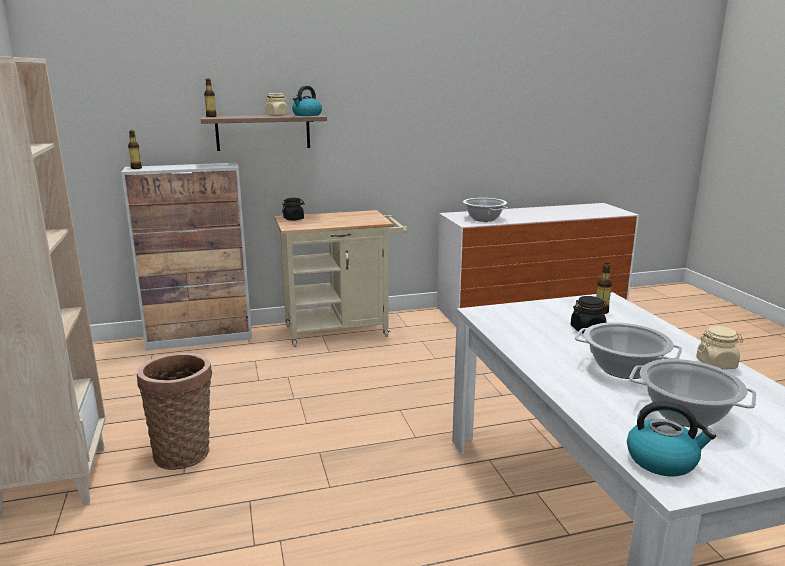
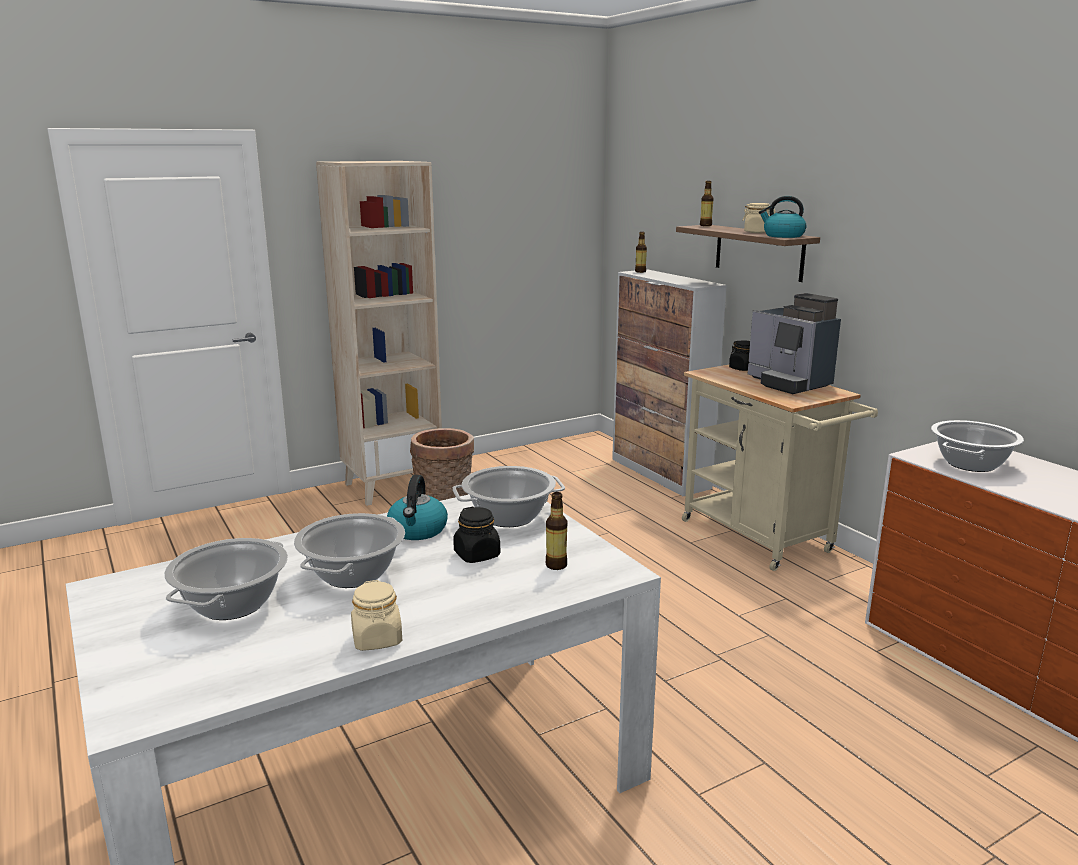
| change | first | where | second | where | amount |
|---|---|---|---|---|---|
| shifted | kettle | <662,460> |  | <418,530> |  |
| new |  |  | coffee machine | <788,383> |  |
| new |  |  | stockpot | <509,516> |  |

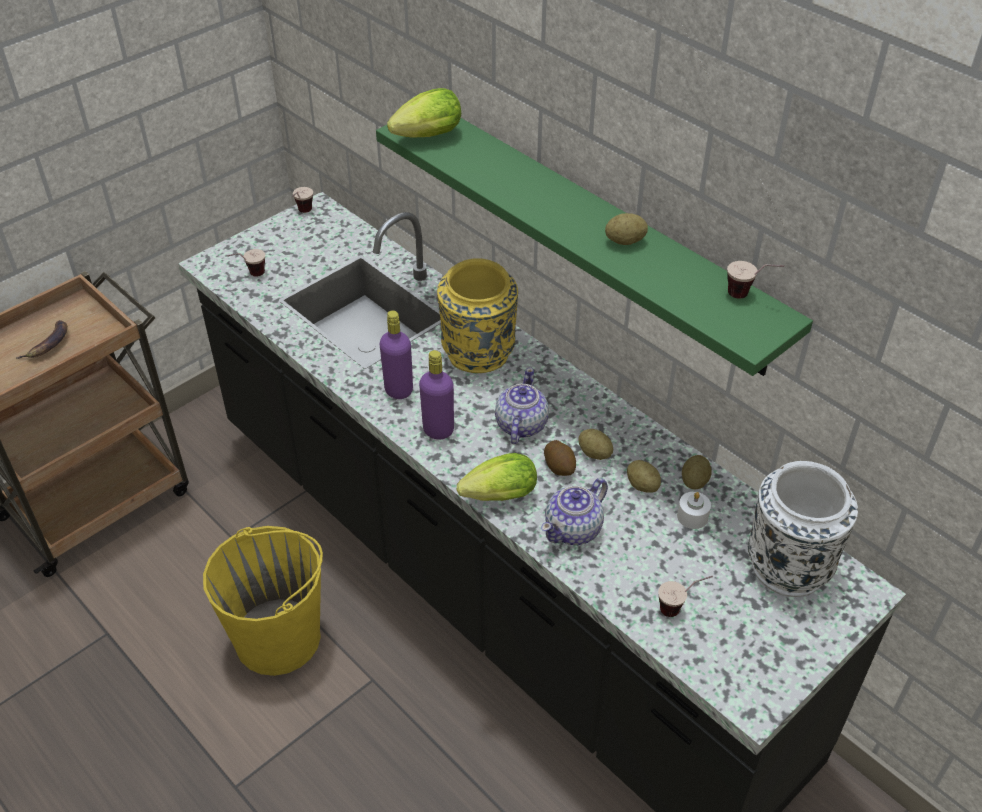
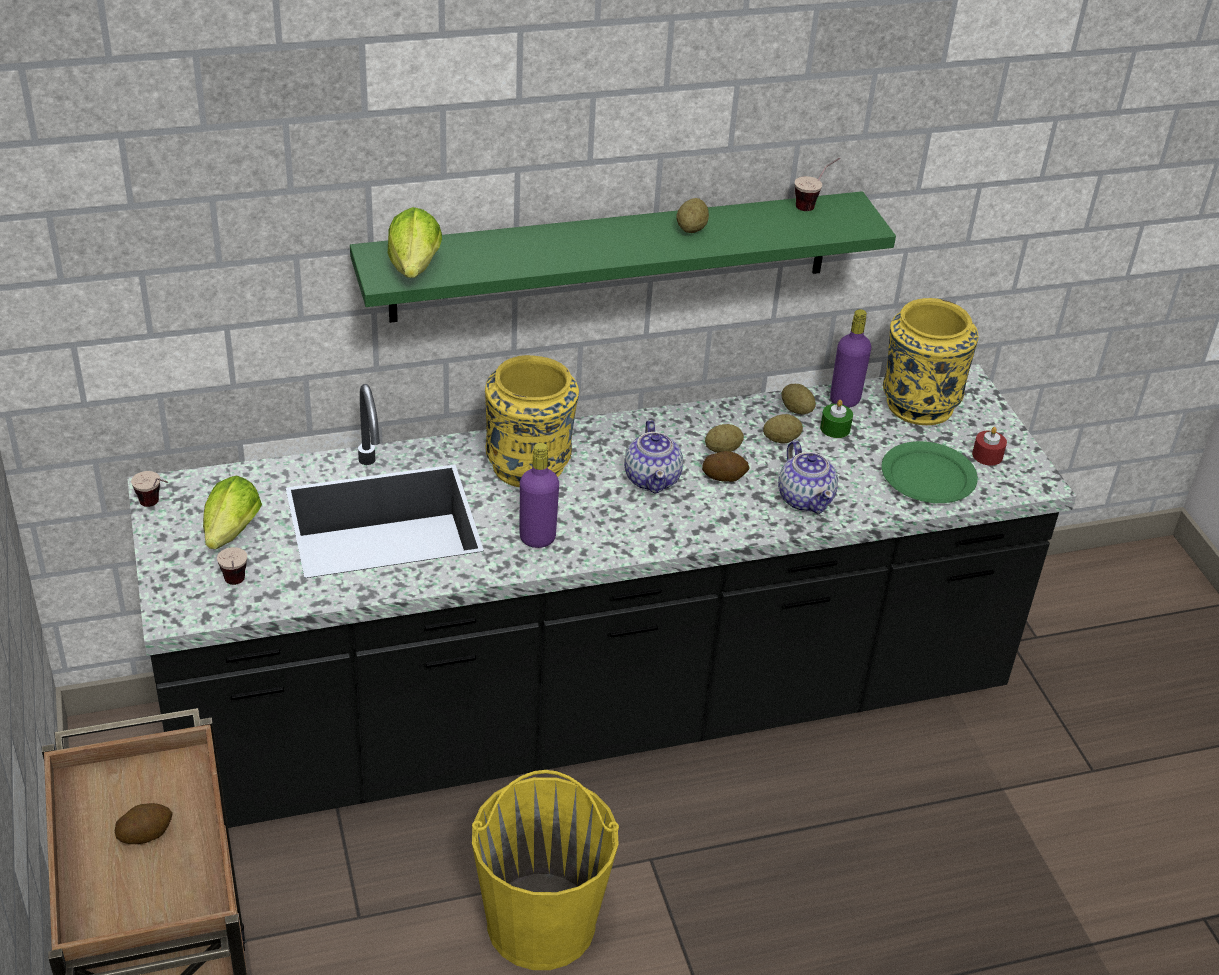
| change | first | where | second | where | amount |
|---|---|---|---|---|---|
| swapped | banana | <48,344> | spud | <145,833> |  |
| shifted | bottle (purple-coloured) | <438,430> |  | <844,400> |  |
| rotated | pot for tea | <520,425> |  | <652,478> | 135 degrees counterclockwise |
| shifted | lettuce | <496,497> |  | <229,536> |  |
| repainted | vase (white-coloured) | <788,565> | vase (yellow) | <918,404> |  |
| repainted | wax candle (white-coloured) | <692,516> | wax candle (green) | <835,428> |  |
| swapped | small cup | <681,607> | dinner plate (green) | <927,477> |  |
| new |  |  | wax candle (red-coloured) | <987,455> |  |

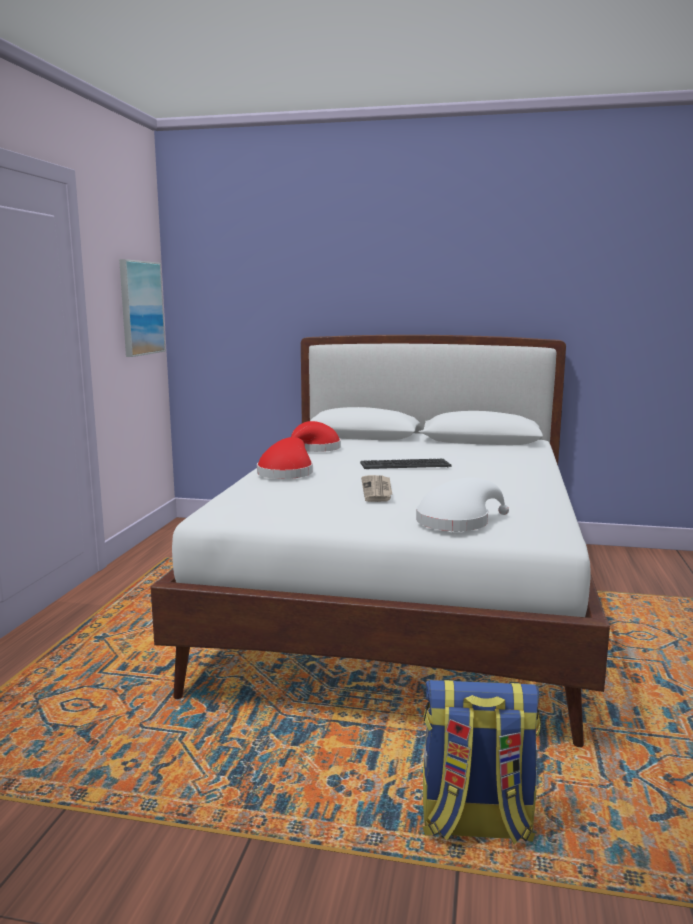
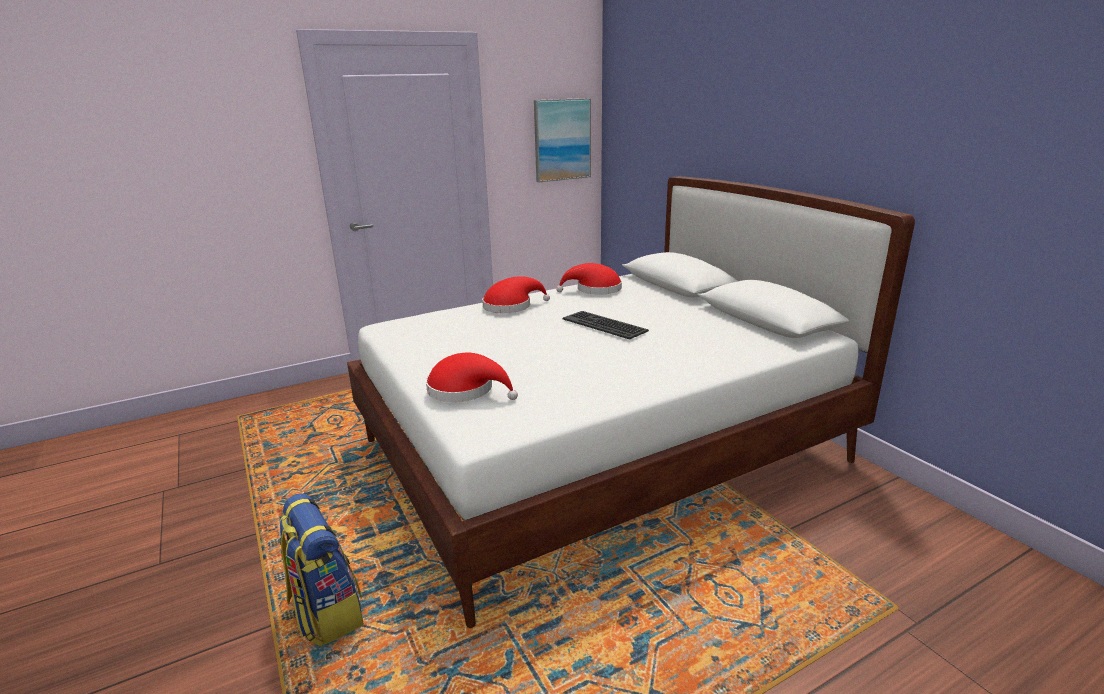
| change | first | where | second | where | amount |
|---|---|---|---|---|---|
| gone | daily paper | <377,490> |  |  |  |
| repainted | hat (white-coloured) | <457,522> | hat (red-coloured) | <466,390> |  |

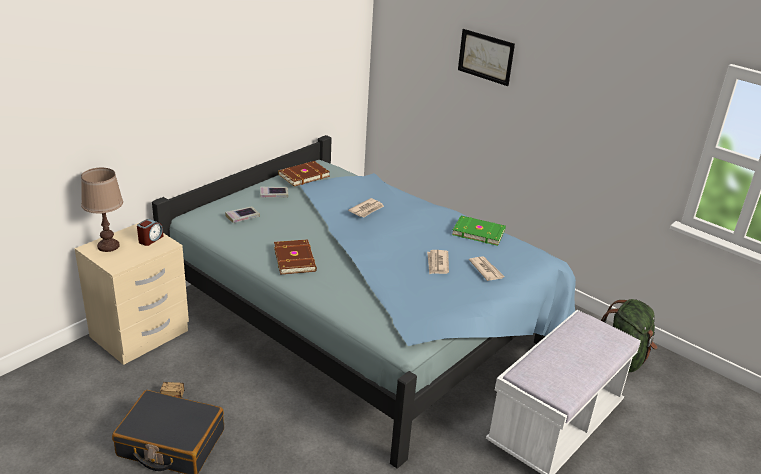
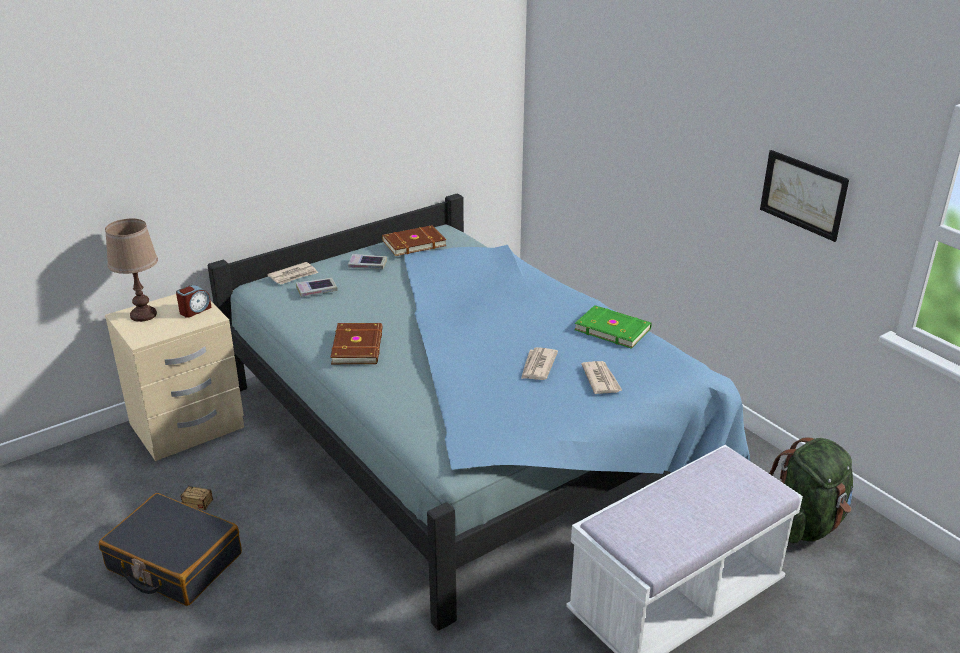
| change | first | where | second | where | amount |
|---|---|---|---|---|---|
| shifted | wall art | <485,57> |  | <803,194> |  |
| shifted | daily paper | <367,209> |  | <293,275> |  |

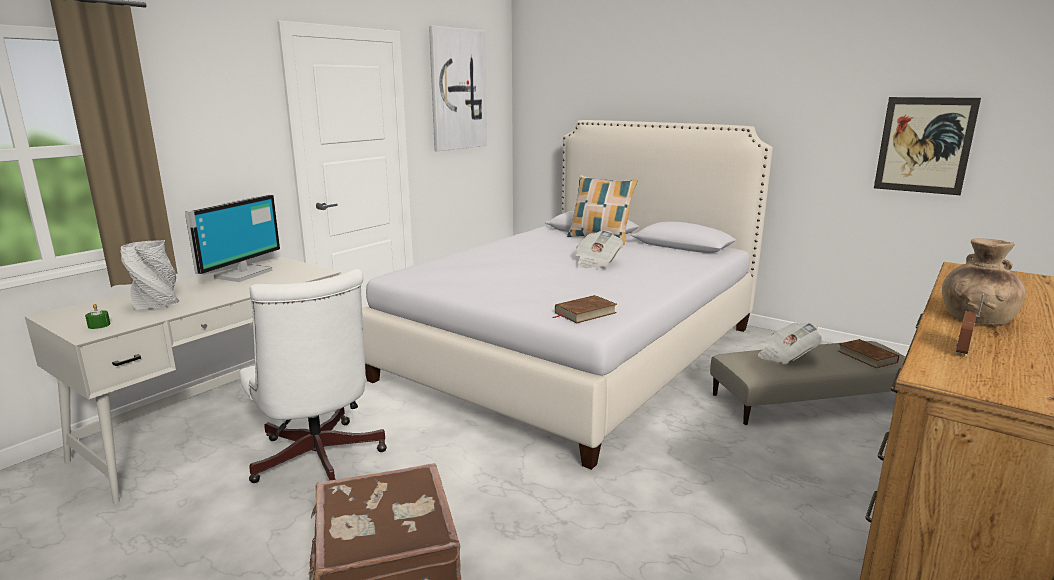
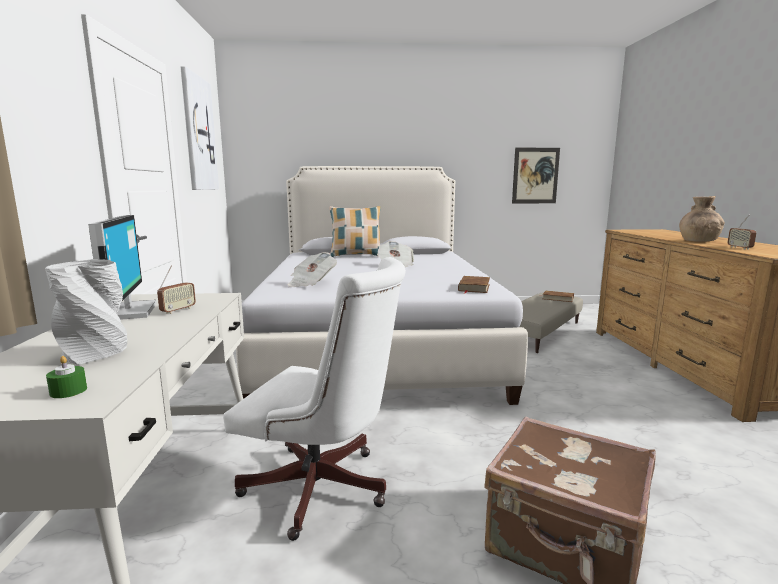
| change | first | where | second | where | amount |
|---|---|---|---|---|---|
| shifted | daily paper | <786,356> |  | <311,283> |  |
| new |  |  | radio set | <178,310> |  |

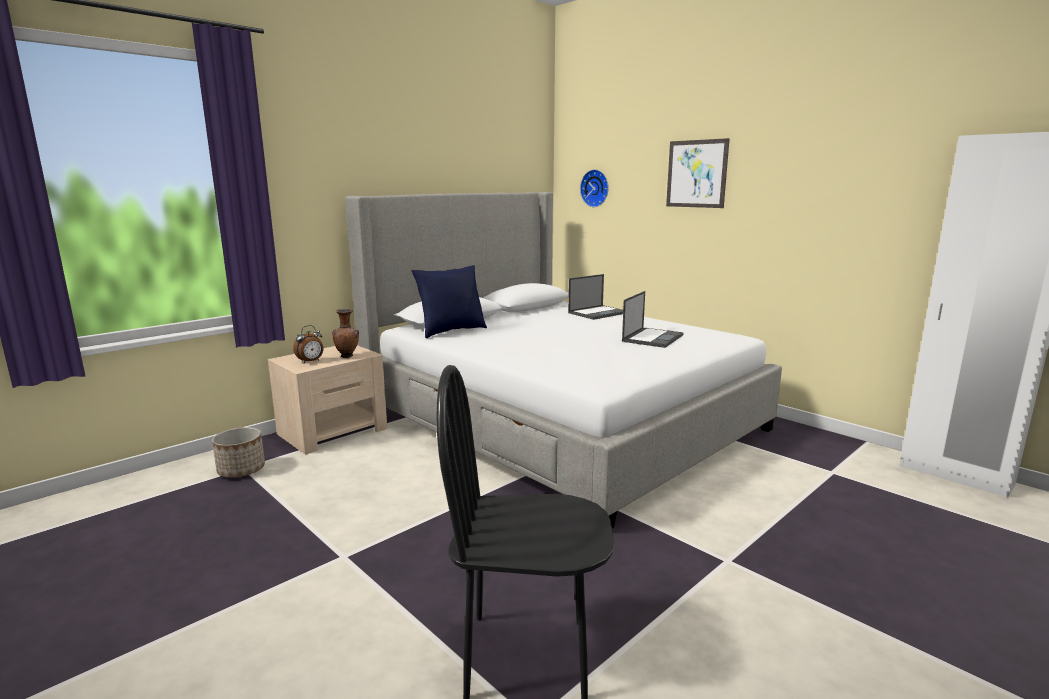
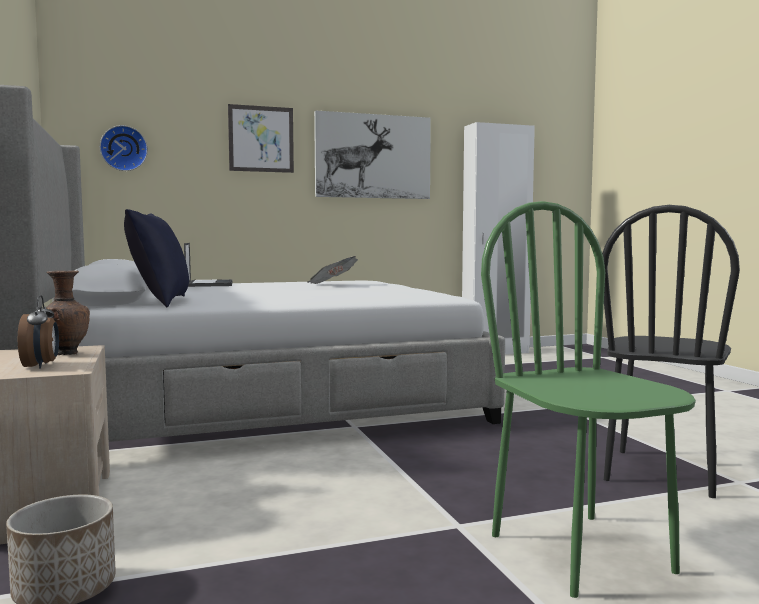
| change | first | where | second | where | amount |
|---|---|---|---|---|---|
| swapped | notebook computer | <653,338> | daily paper | <332,285> |  |
| new |  |  | wall art | <373,156> |  |
| new |  |  | plain chair (green) | <581,552> |  |

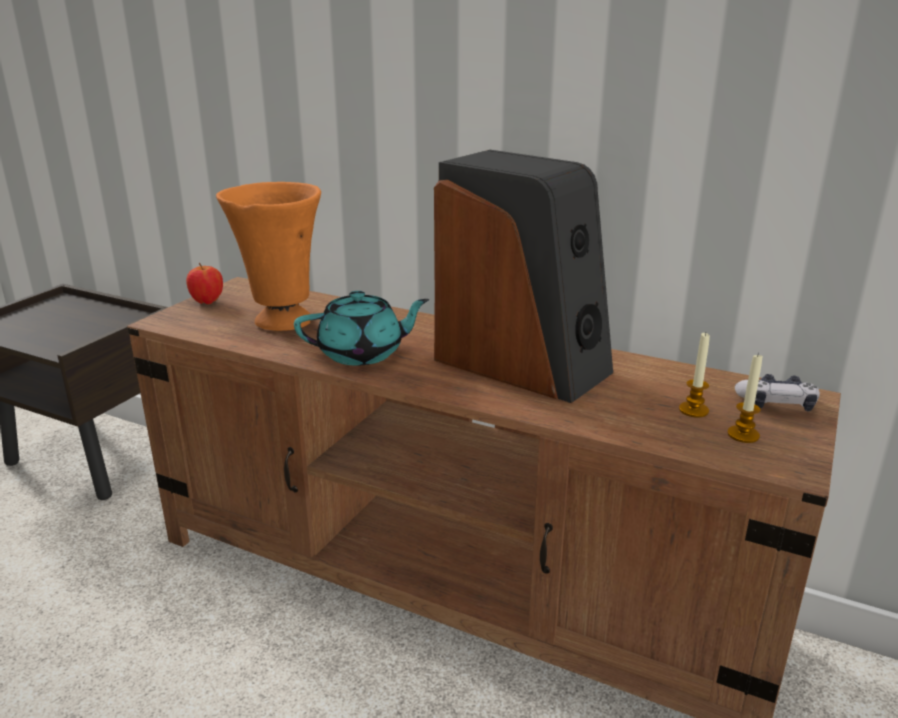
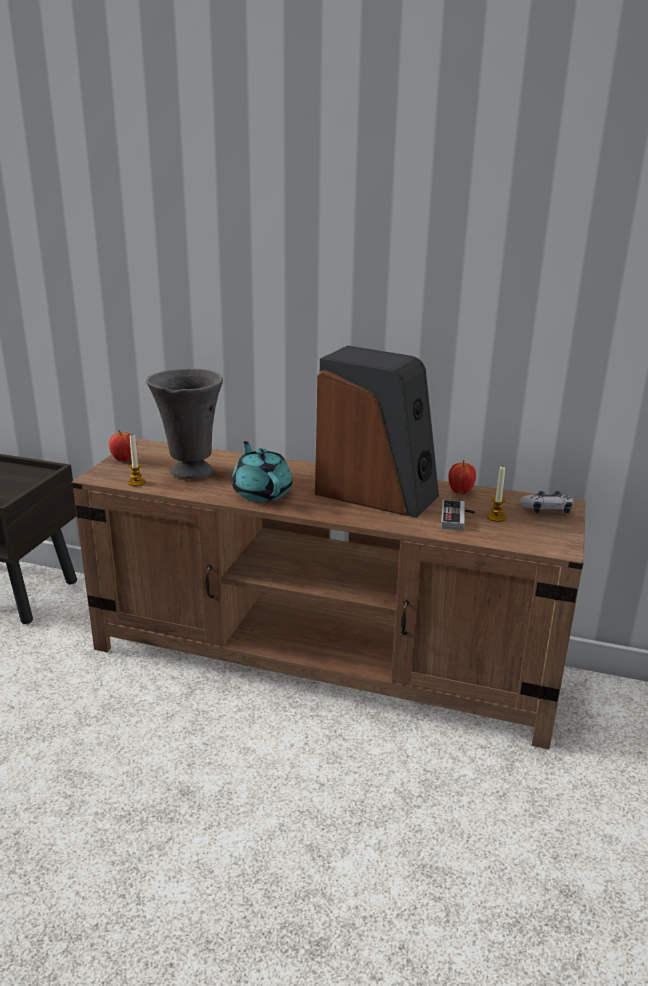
| change | first | where | second | where | amount |
|---|---|---|---|---|---|
| repainted | vase (orange) | <281,321> | vase (greyish) | <189,472> |  |
| rotated | pot for tea (turquoise-coloured) | <362,353> |  | <262,492> | 90 degrees counterclockwise |
| shifted | wax candle | <743,435> |  | <136,482> |  |
| new |  |  | whole apple | <460,492> |  |
| new |  |  | joypad | <458,518> |  |

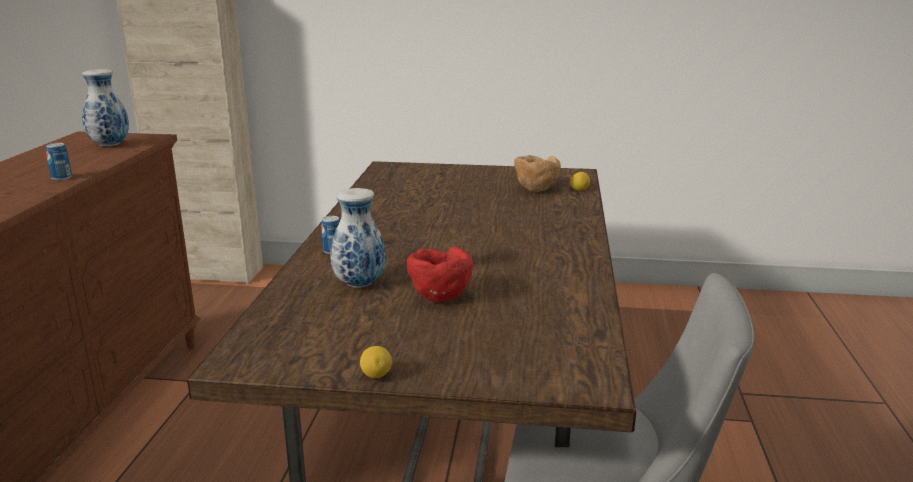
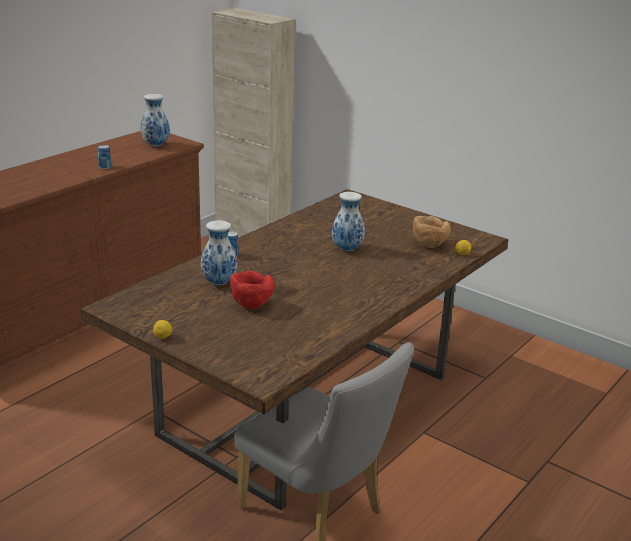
| change | first | where | second | where | amount |
|---|---|---|---|---|---|
| new |  |  | vase | <347,249> |  |

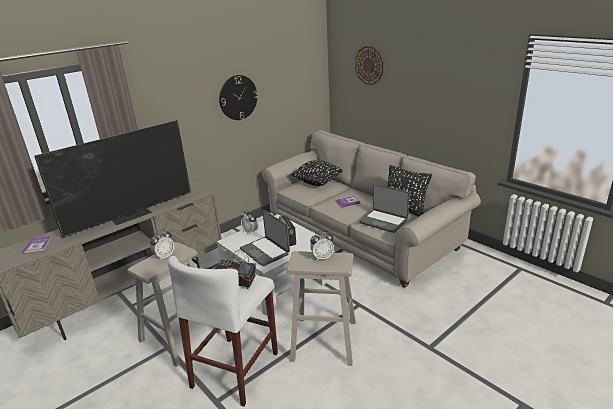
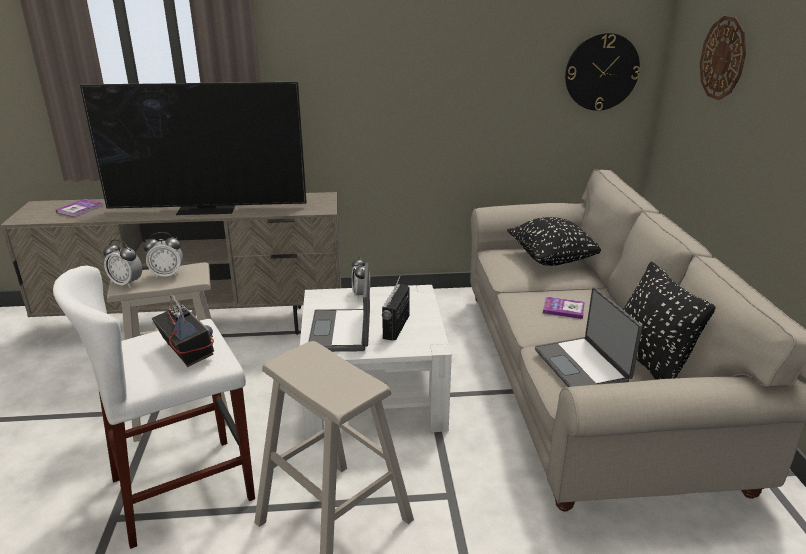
| change | first | where | second | where | amount |
|---|---|---|---|---|---|
| shifted | clock on the wall | <238,97> |  | <601,72> |  |
| shifted | table clock | <322,257> |  | <126,283> |  |

